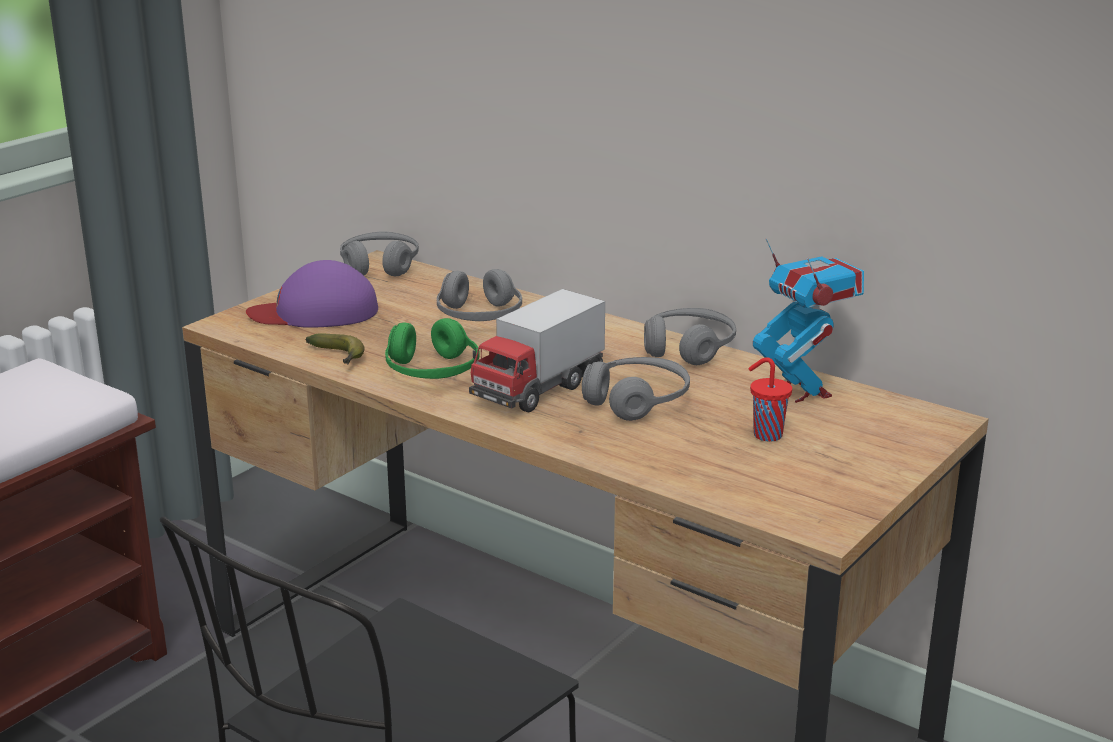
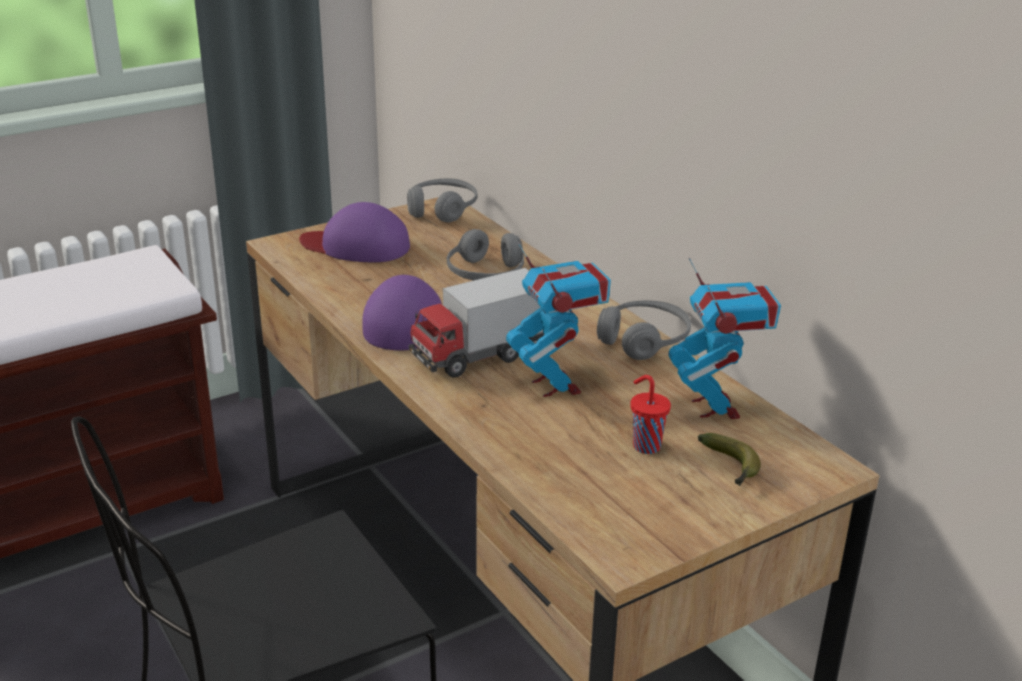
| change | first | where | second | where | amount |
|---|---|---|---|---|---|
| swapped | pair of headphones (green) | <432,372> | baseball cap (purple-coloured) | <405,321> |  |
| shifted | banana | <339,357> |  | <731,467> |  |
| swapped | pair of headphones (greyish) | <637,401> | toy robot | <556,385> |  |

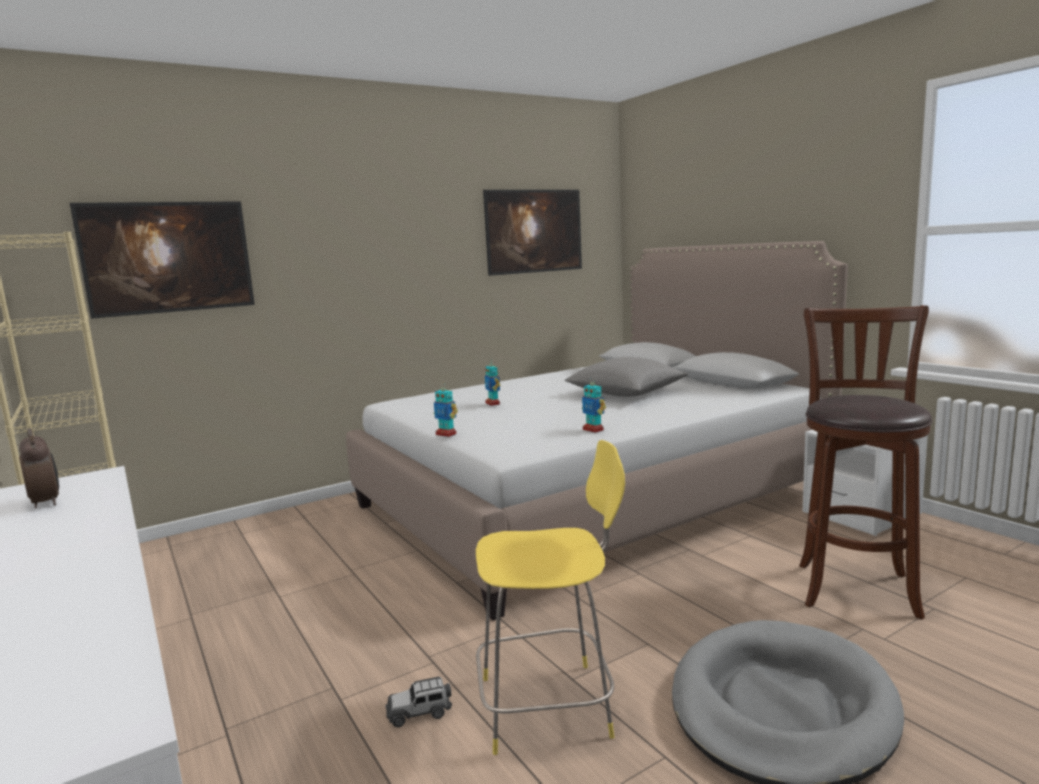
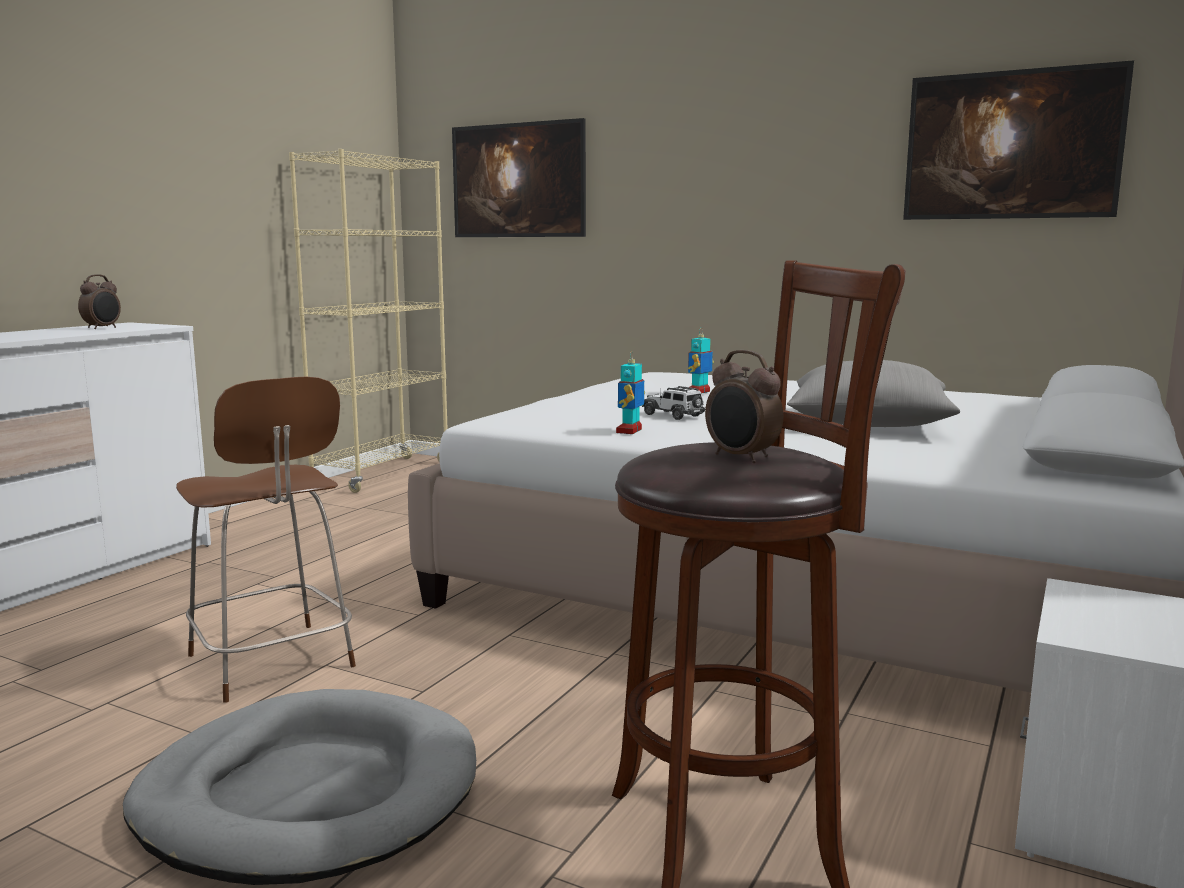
| change | first | where | second | where | amount |
|---|---|---|---|---|---|
| gone | toy robot | <446,434> |  |  |  |
| repainted | stool (yellow) | <550,705> | stool (brown-coloured) | <272,663> |  |
| shifted | toy car | <419,712> |  | <673,415> |  |
| new |  |  | table clock | <741,458> |  |

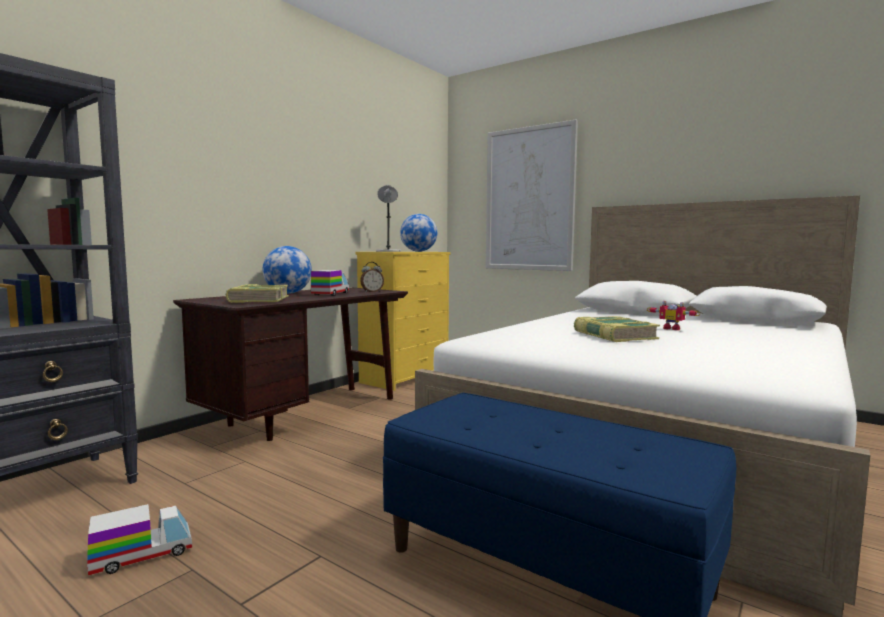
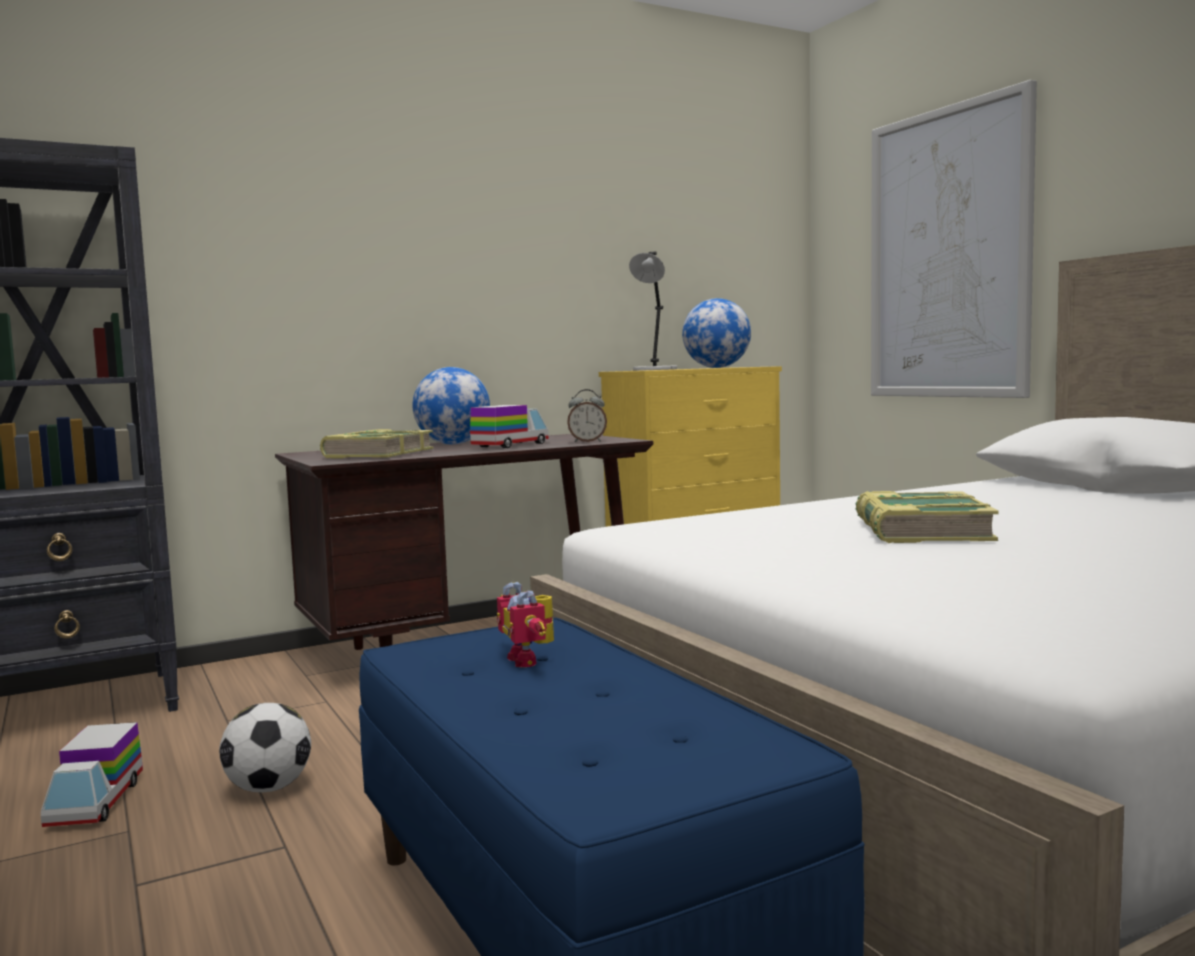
| change | first | where | second | where | amount |
|---|---|---|---|---|---|
| shifted | toy robot | <672,328> |  | <530,660> |  |
| rotated | toy lorry | <142,555> |  | <96,802> | 90 degrees clockwise |
| new |  |  | ball for football | <269,788> |  |

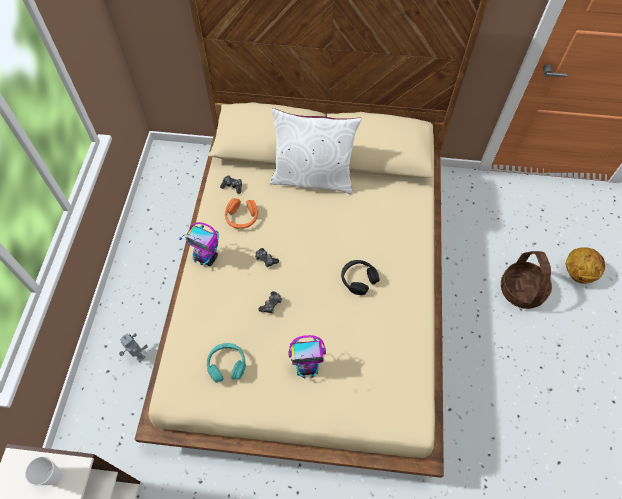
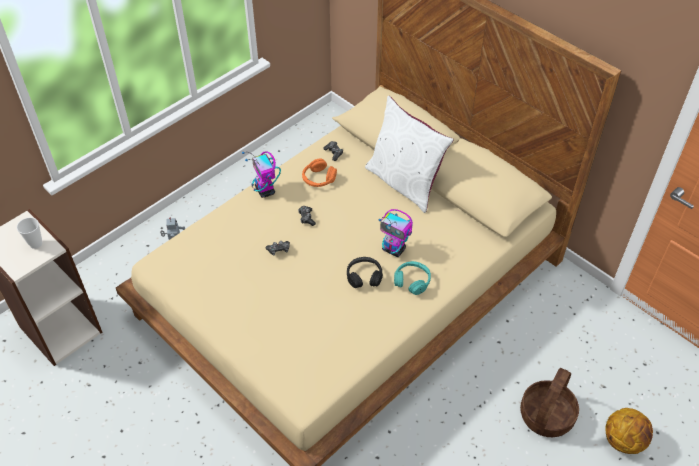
| change | first | where | second | where | amount |
|---|---|---|---|---|---|
| shifted | toy robot | <307,367> |  | <394,249> |  |
| shifted | pair of headphones (turquoise-coloured) | <227,364> |  | <412,281> |  |

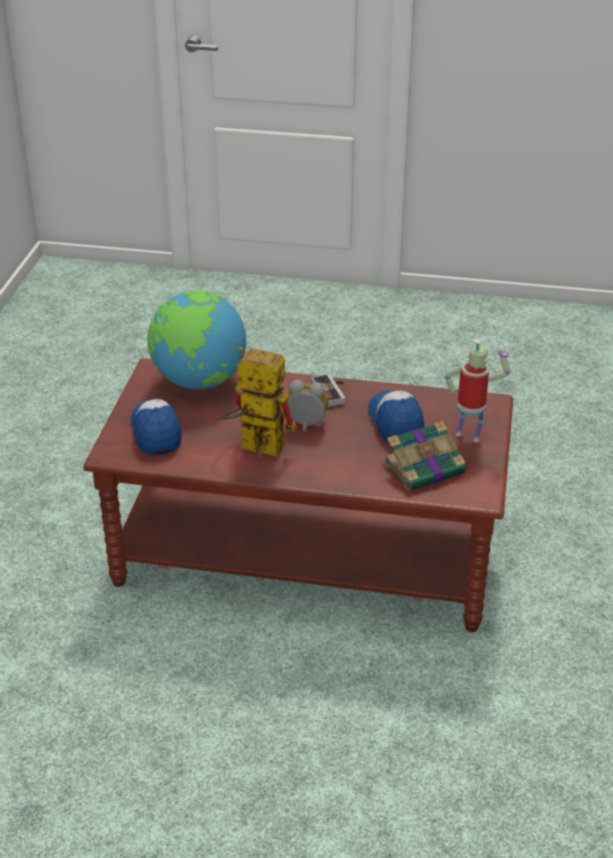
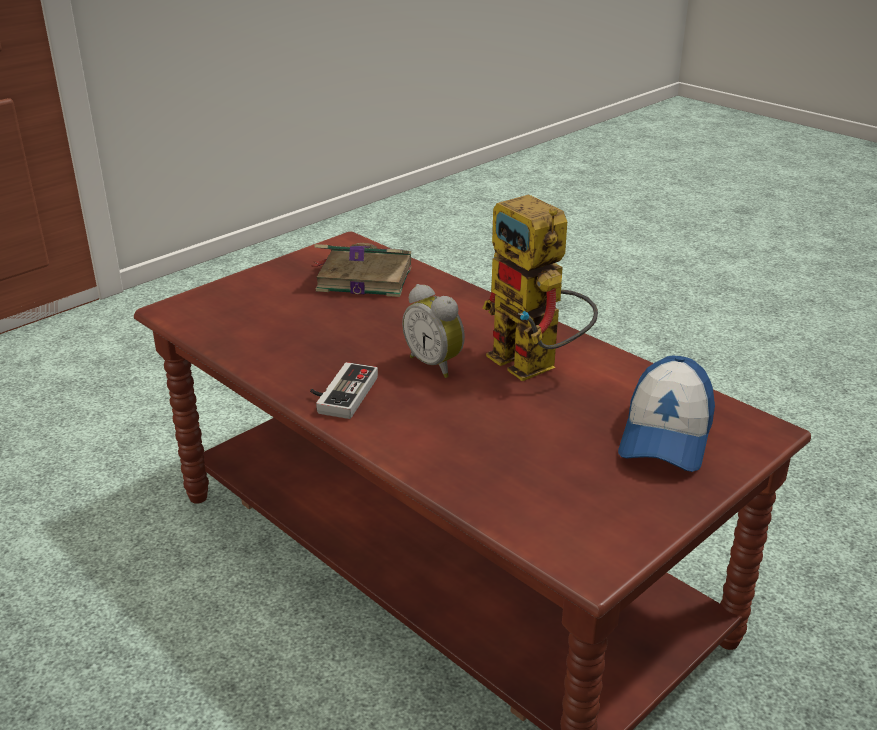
| change | first | where | second | where | amount |
|---|---|---|---|---|---|
| gone | desk globe | <199,382> |  |  |  |
| gone | toy robot | <469,435> |  |  |  |
| gone | baseball cap | <396,423> |  |  |  |

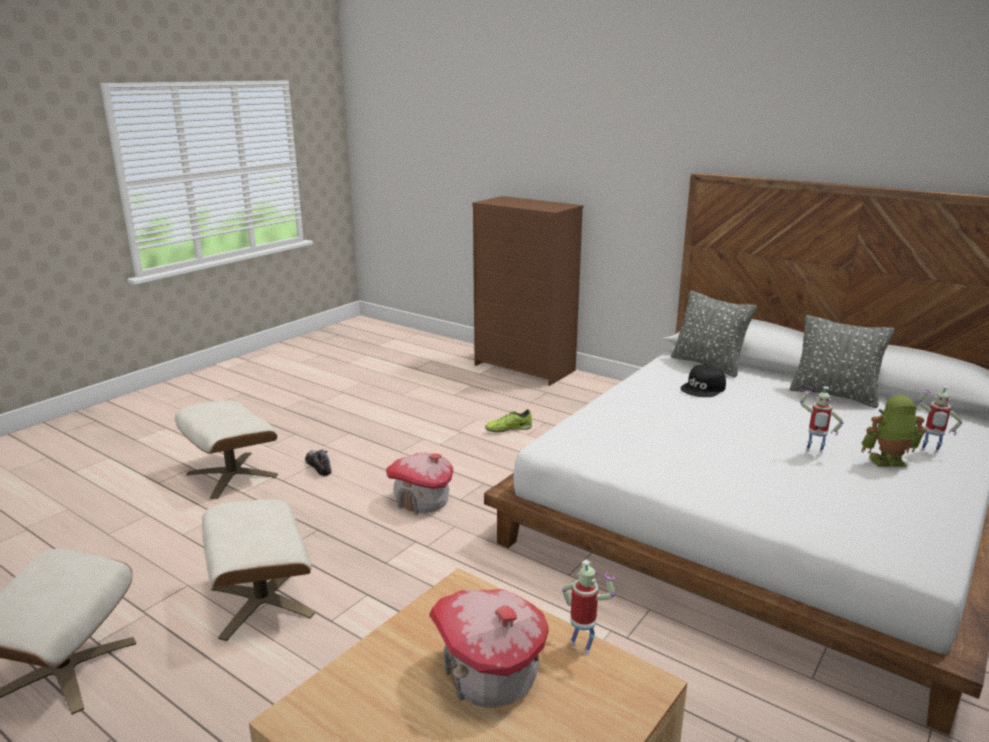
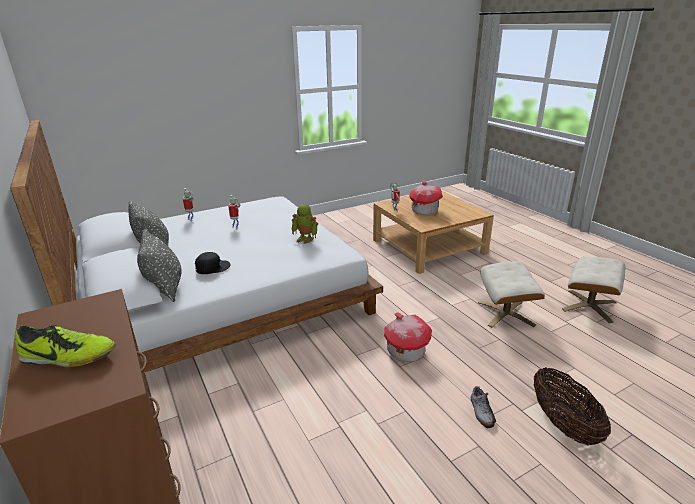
| change | first | where | second | where | amount |
|---|---|---|---|---|---|
| shifted | toy robot | <888,463> |  | <305,239> |  |
| swapped | footrest (beige-coloured) | <231,475> | basket | <563,424> |  |
| shifted | item of footwear | <508,429> |  | <68,357> |  |

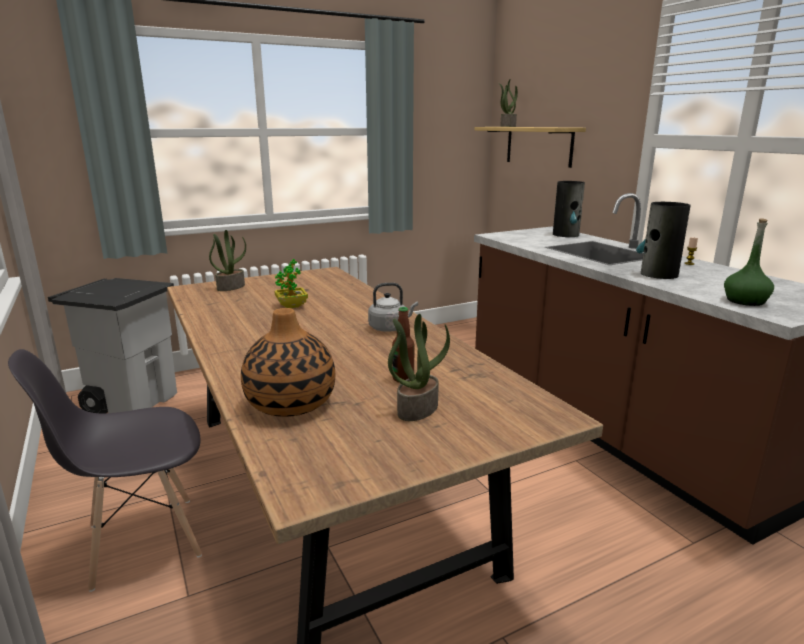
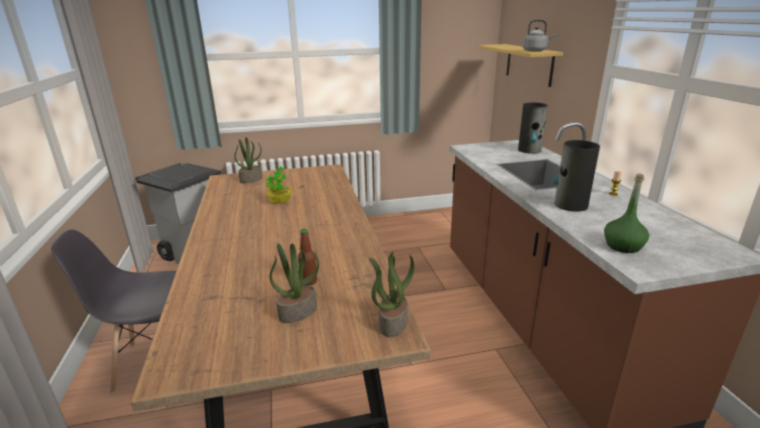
| change | first | where | second | where | amount |
|---|---|---|---|---|---|
| shifted | plant in a pot | <507,126> |  | <392,322> |  |
| shifted | kettle (greyish) | <390,328> |  | <535,51> |  |
| gone | vase | <290,403> |  |  |  |

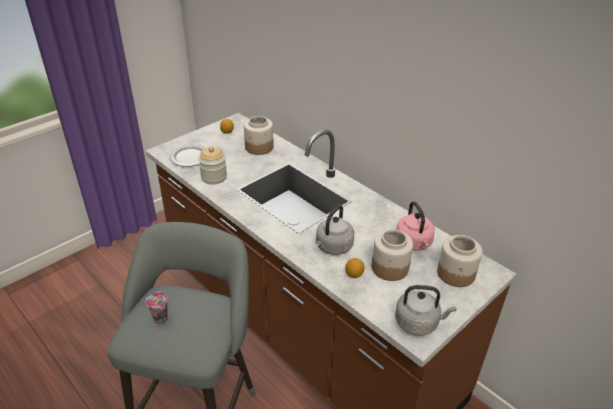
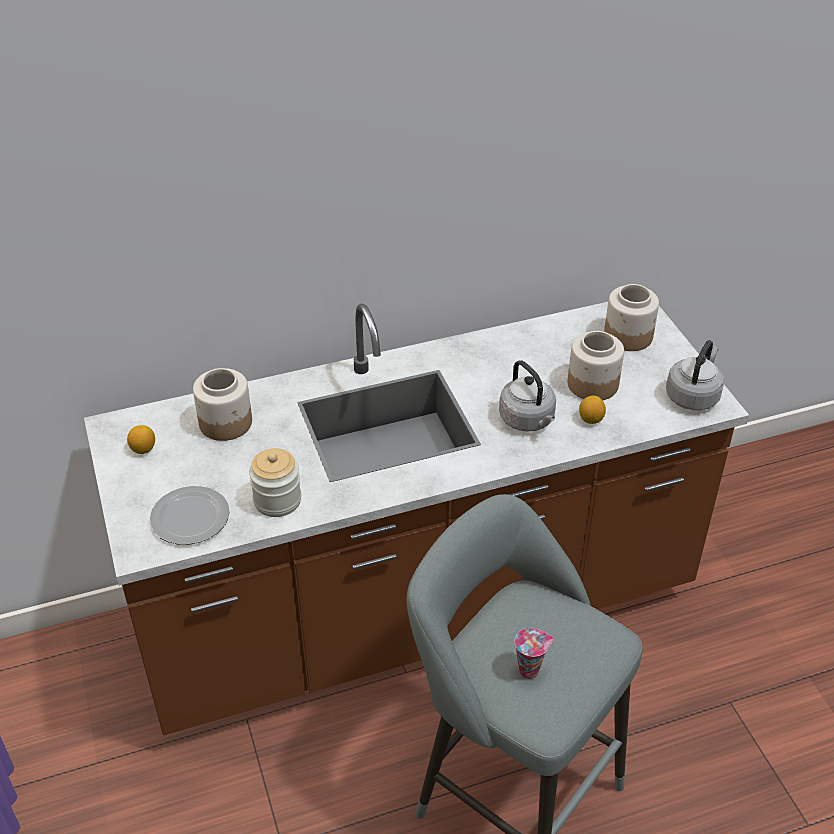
| change | first | where | second | where | amount |
|---|---|---|---|---|---|
| gone | kettle (pinkish) | <414,243> |  |  |  |

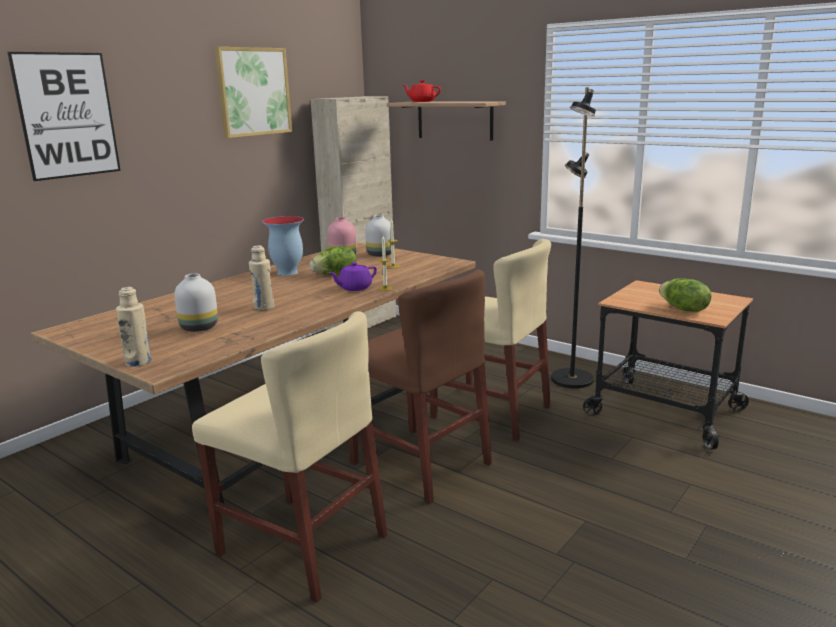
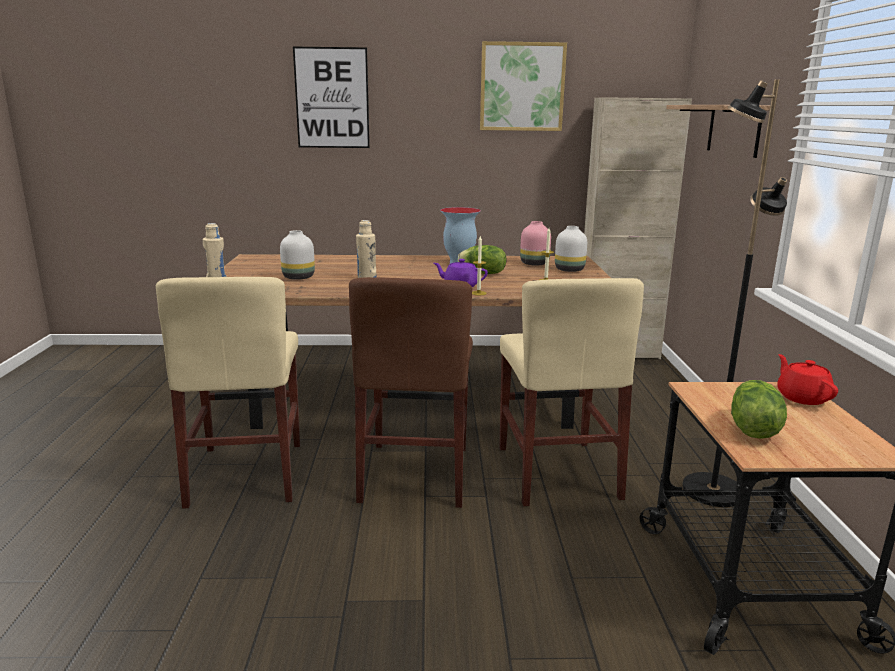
| change | first | where | second | where | amount |
|---|---|---|---|---|---|
| shifted | pot for tea (red-coloured) | <422,101> |  | <802,397> |  |

